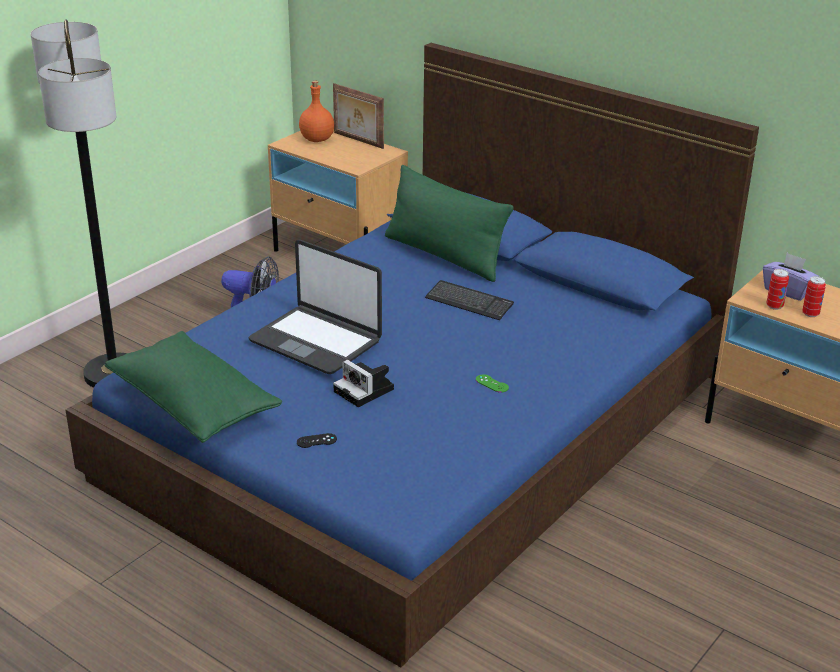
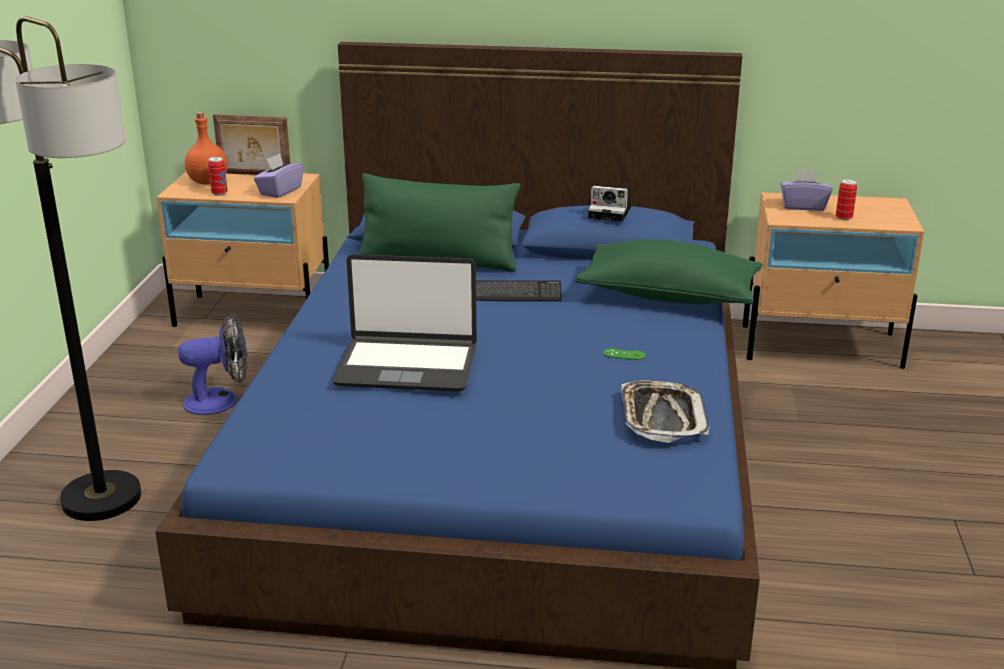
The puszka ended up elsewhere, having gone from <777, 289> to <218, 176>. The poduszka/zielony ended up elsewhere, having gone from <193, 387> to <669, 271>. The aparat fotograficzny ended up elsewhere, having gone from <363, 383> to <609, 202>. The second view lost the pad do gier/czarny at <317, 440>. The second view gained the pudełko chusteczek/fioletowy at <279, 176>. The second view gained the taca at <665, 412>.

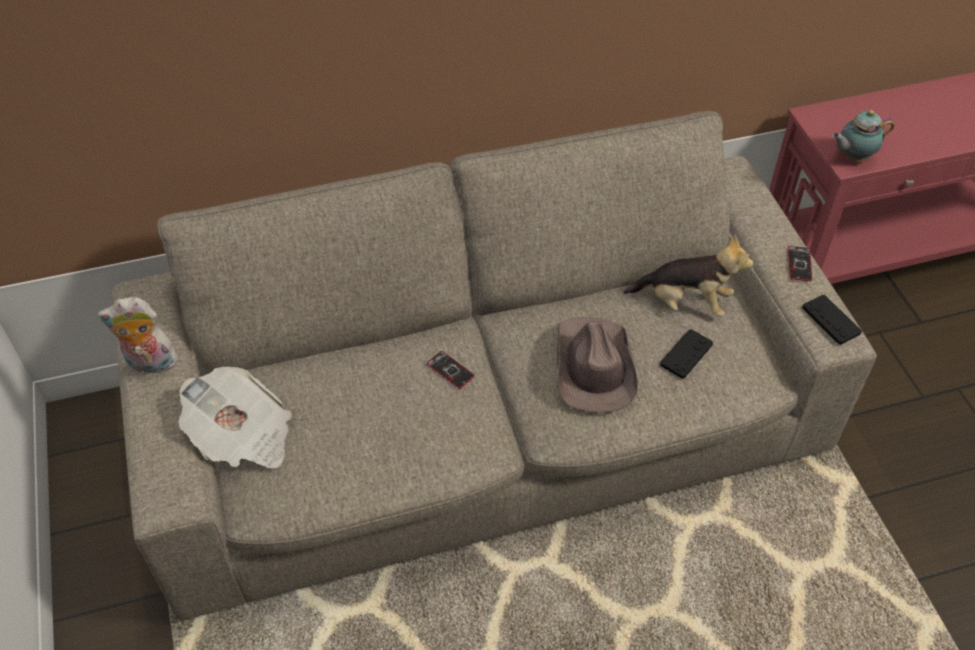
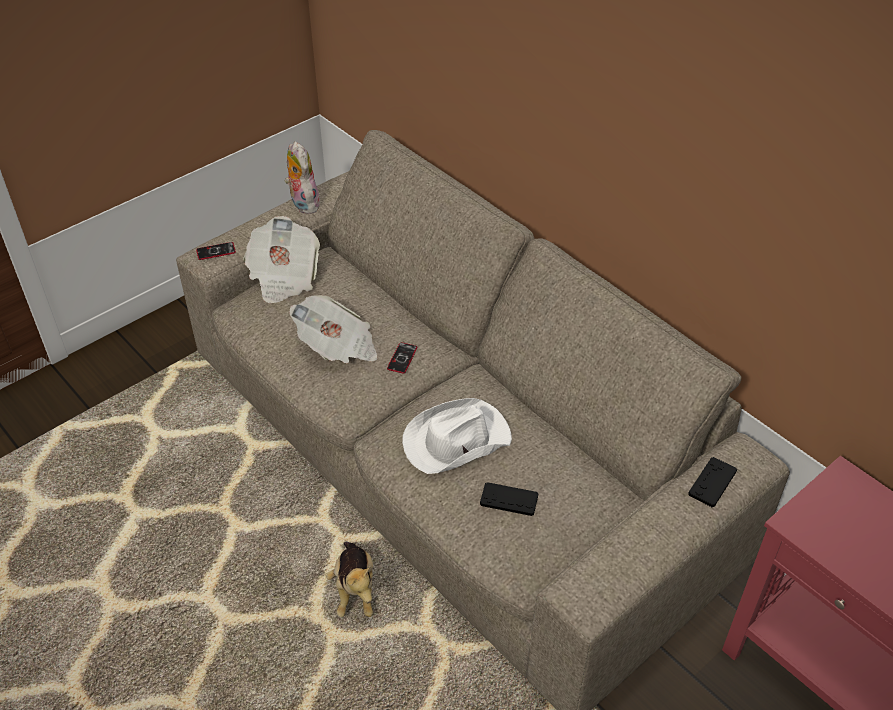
The second view lost the imbryk at <863, 136>. The pluszak ended up elsewhere, having gone from <688, 275> to <349, 579>. The telefon ended up elsewhere, having gone from <800, 263> to <216, 251>. The pad do gier/czarny ended up elsewhere, having gone from <832, 320> to <712, 482>. What was the kapelusz/brązowy at <597, 365> turned into the kapelusz/biały at <457, 436>. The second view gained the gazeta at <333, 329>.

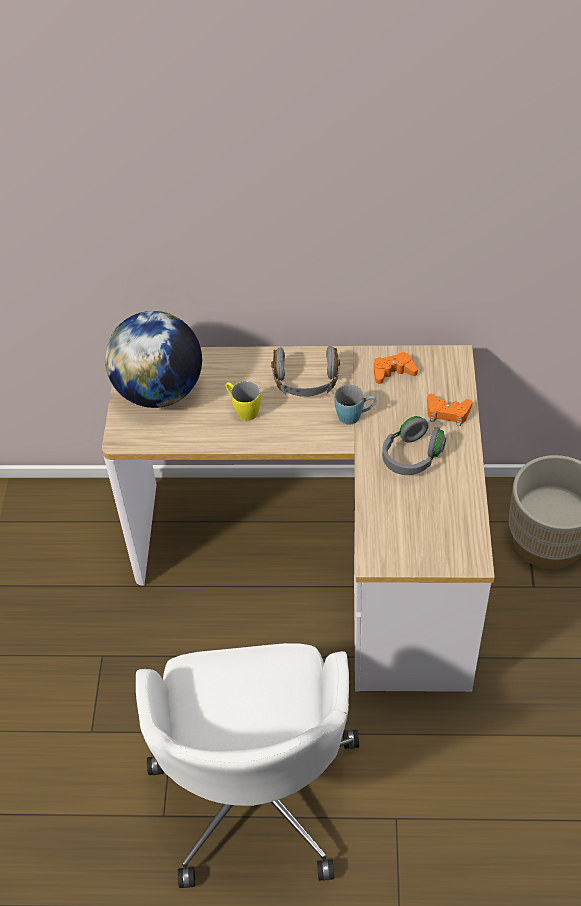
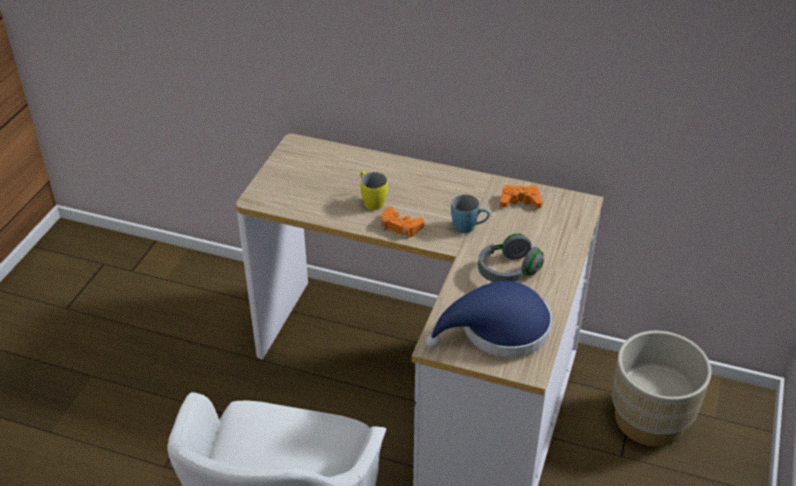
The second view lost the globus at <153, 359>. The second view lost the słuchawki/szary at <305, 371>. The pad do gier/pomarańczowy ended up elsewhere, having gone from <449, 410> to <402, 223>. The second view gained the kapelusz/niebieski at <488, 319>.

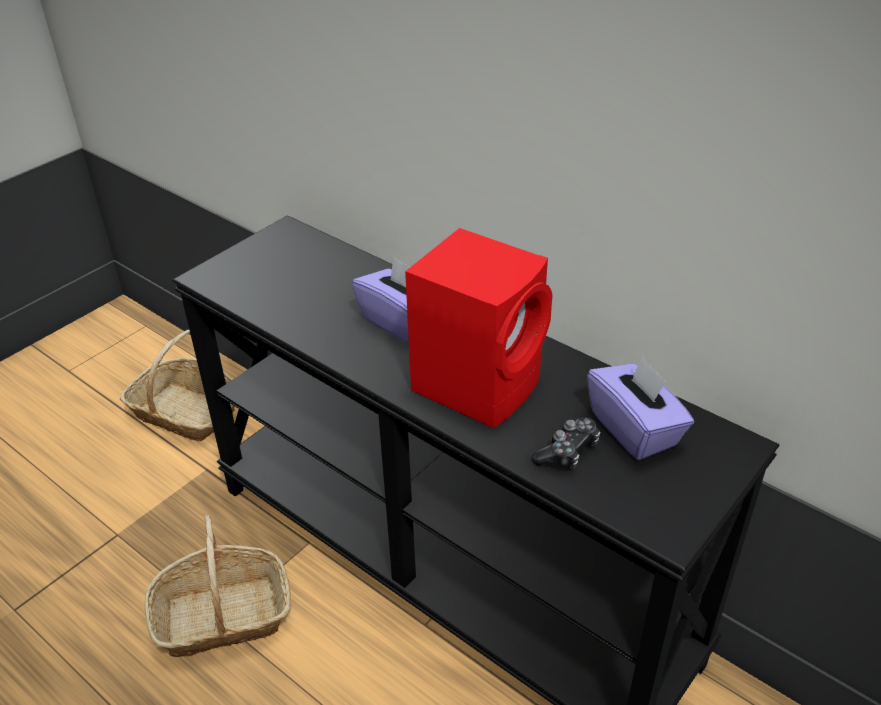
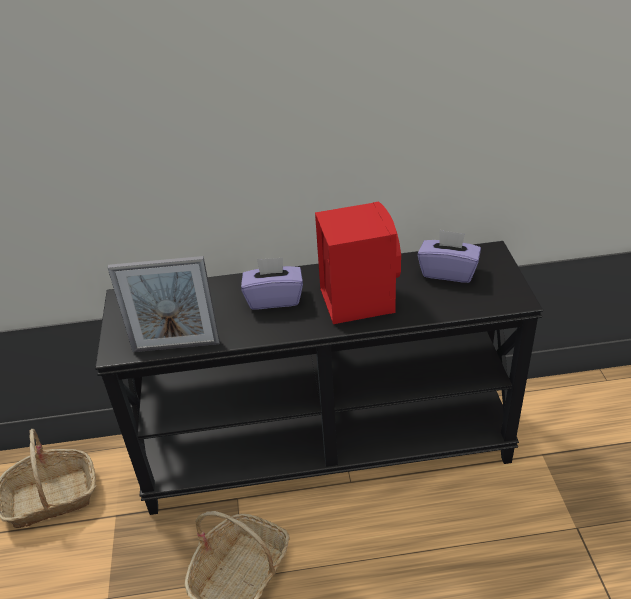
The second view lost the pad do gier at <566, 443>. The second view gained the ramka na zdjęcie at <164, 304>.

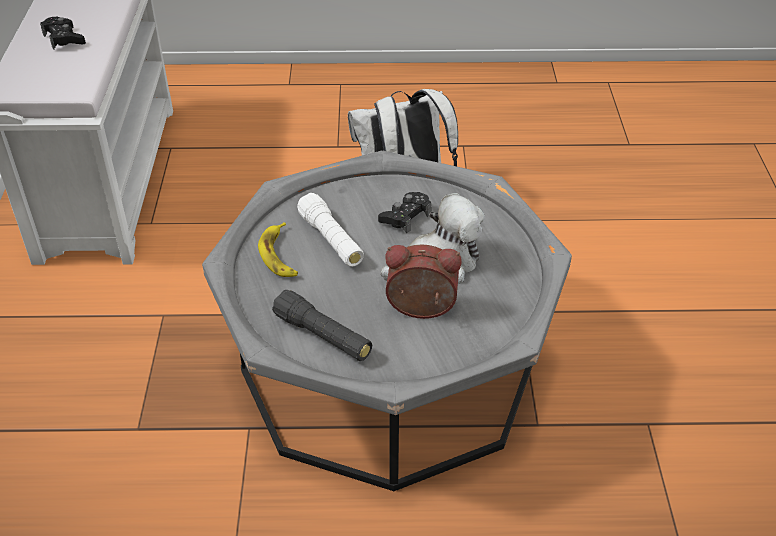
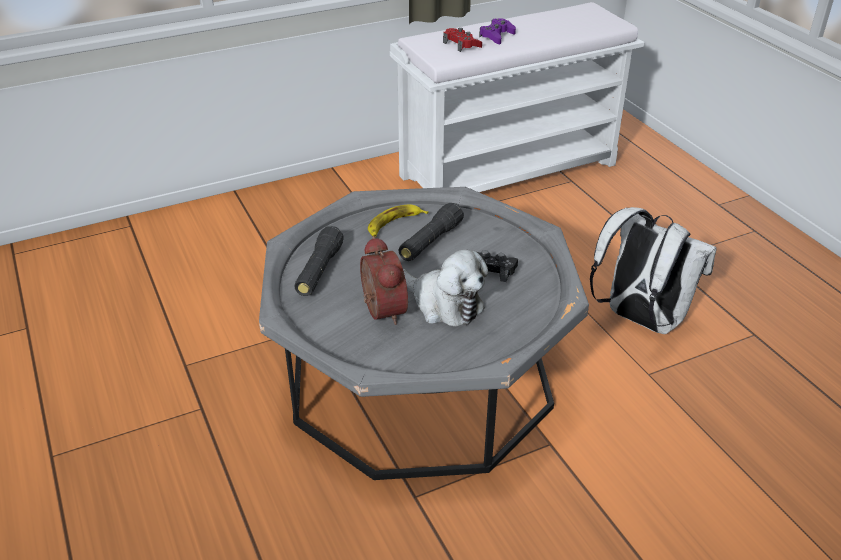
What was the pad do gier/czarny at <63, 33> turned into the pad do gier/fioletowy at <497, 31>. What was the latarka/biały at <330, 230> turned into the latarka/czarny at <431, 232>. The second view gained the pad do gier/czerwony at <462, 40>.

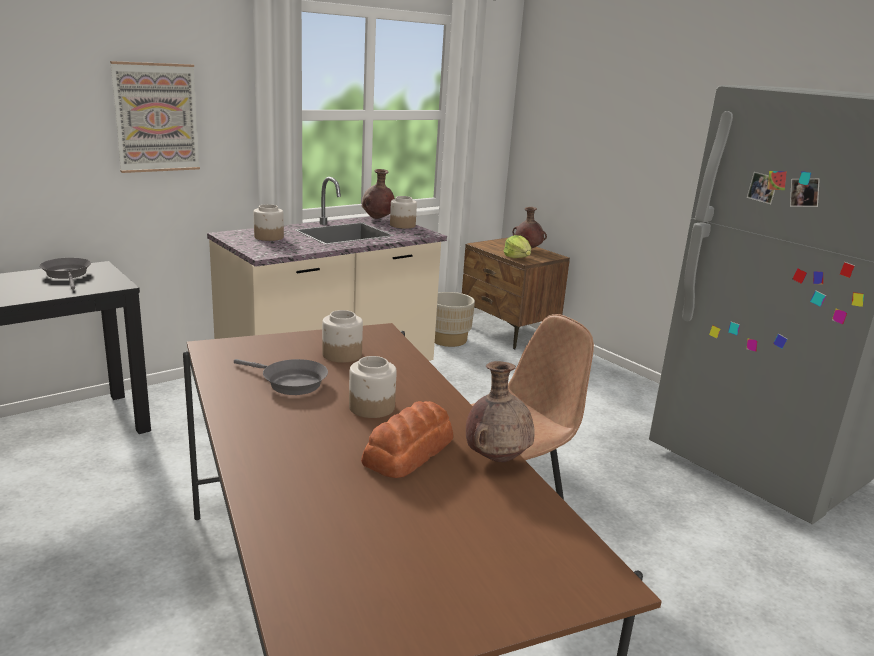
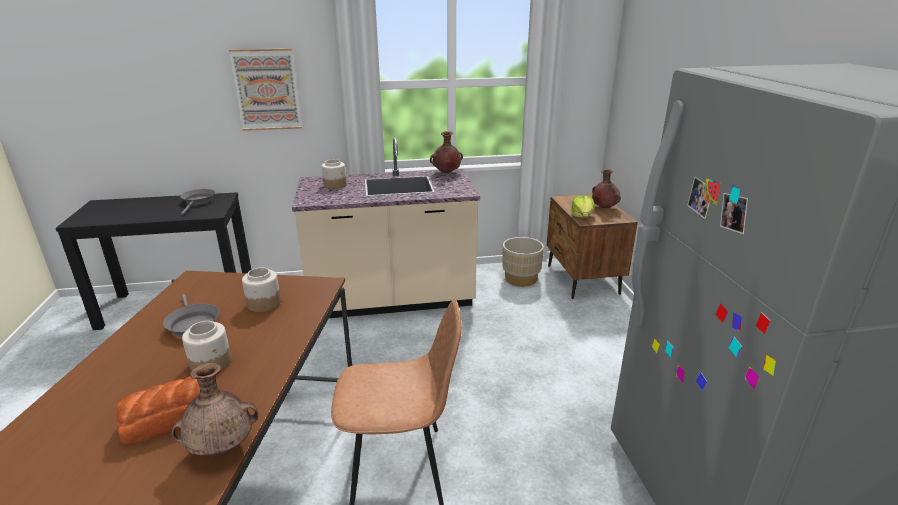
The second view lost the słoik at <403, 212>.

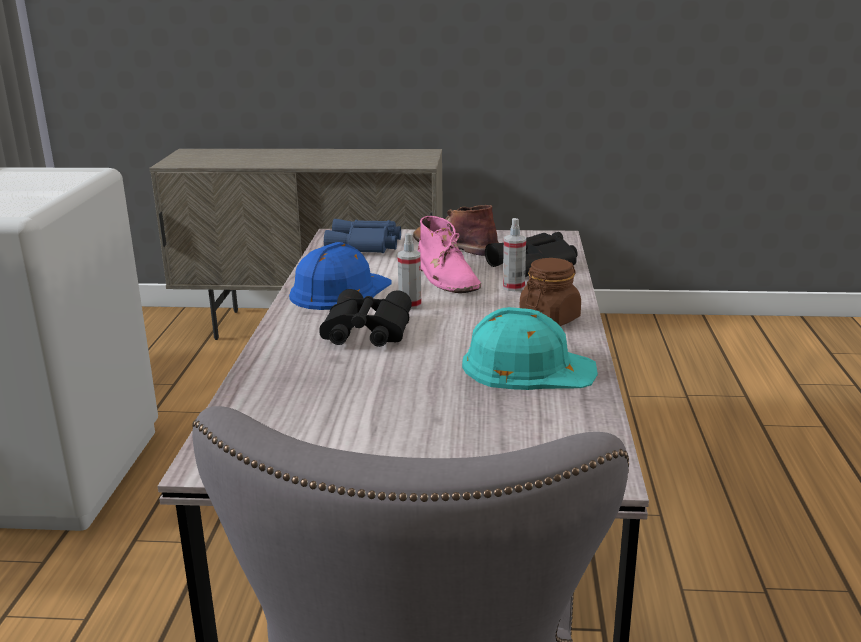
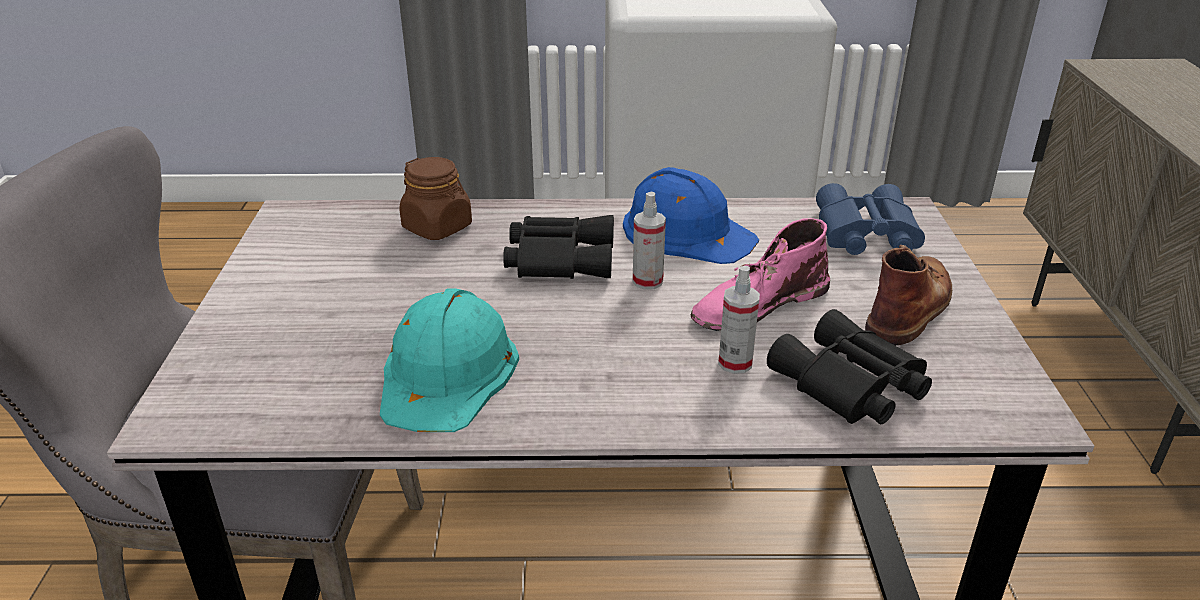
The słoik/brązowy ended up elsewhere, having gone from <550, 292> to <435, 198>.

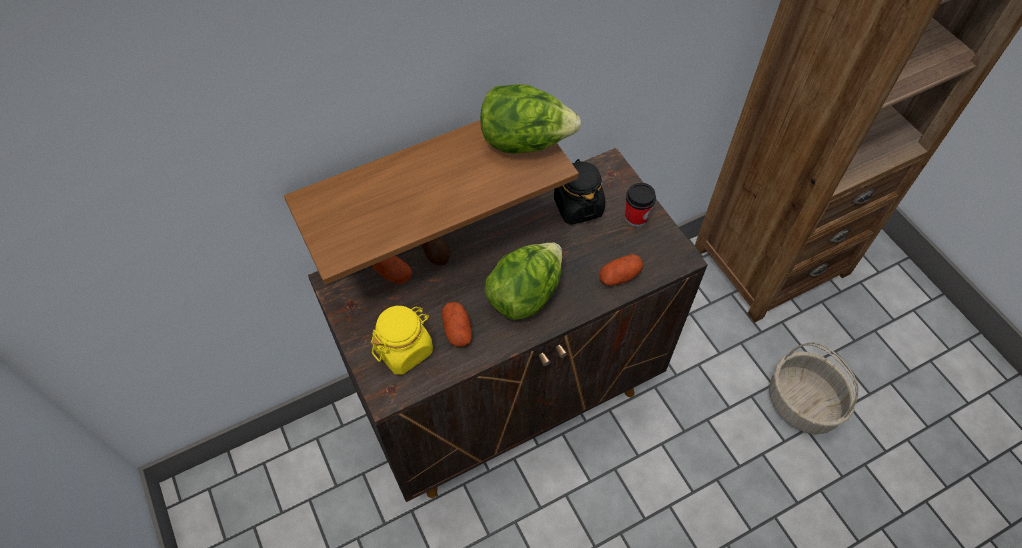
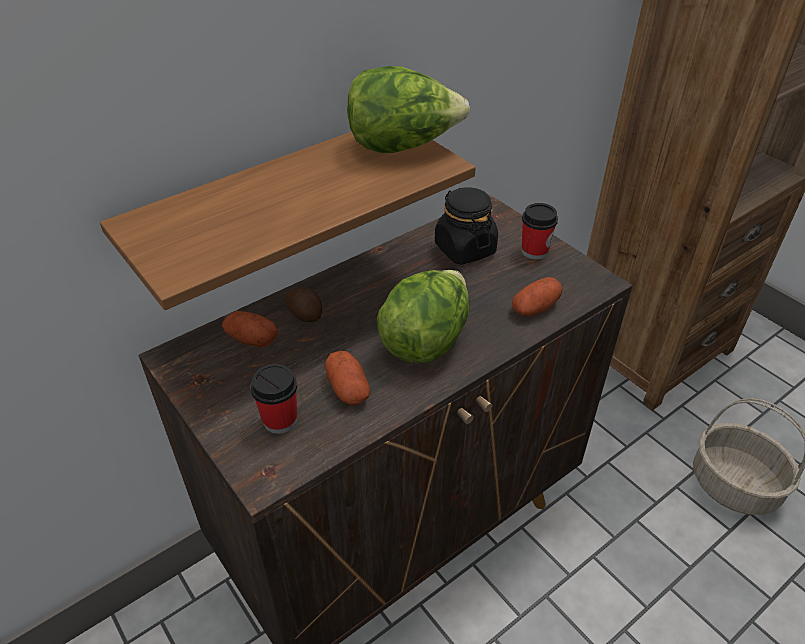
Where the słoik/żółty stood at <402, 340>, the filiżanka came to stand at <273, 399>.

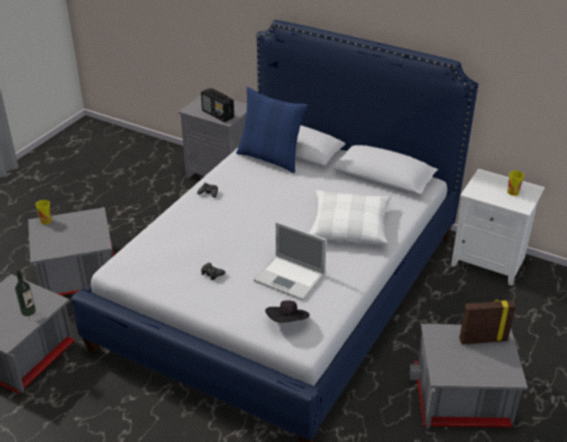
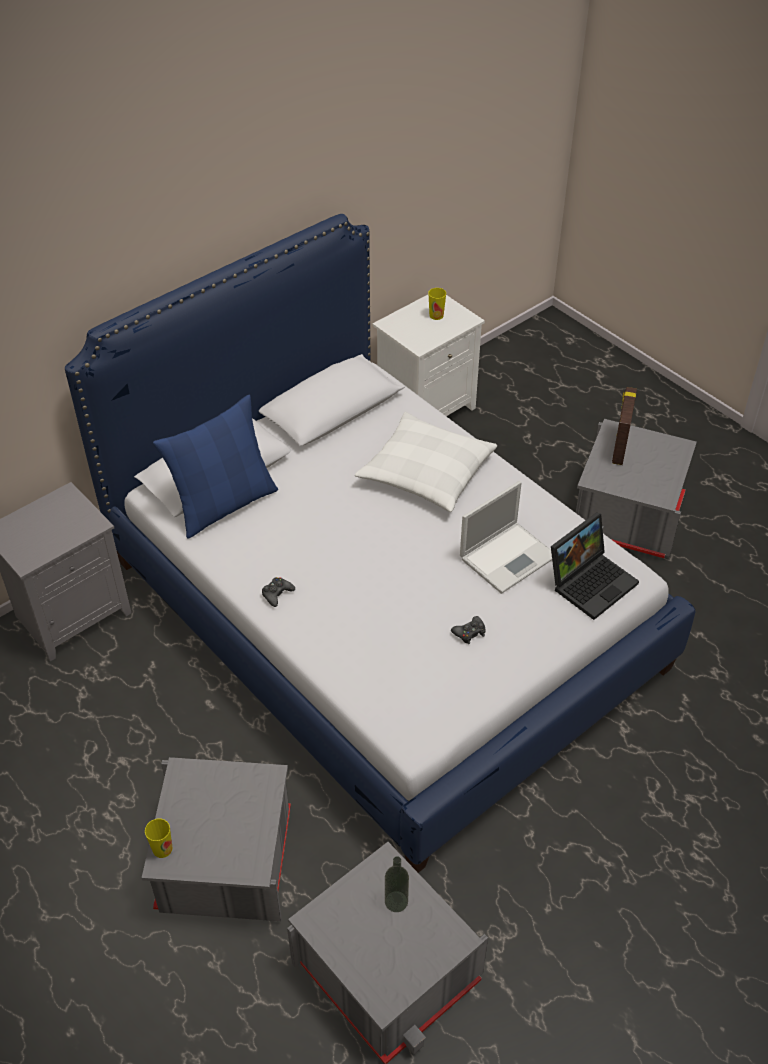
The second view lost the radio at <217, 105>. Where the kapelusz/czarny stood at <287, 311>, the laptop came to stand at <595, 566>.

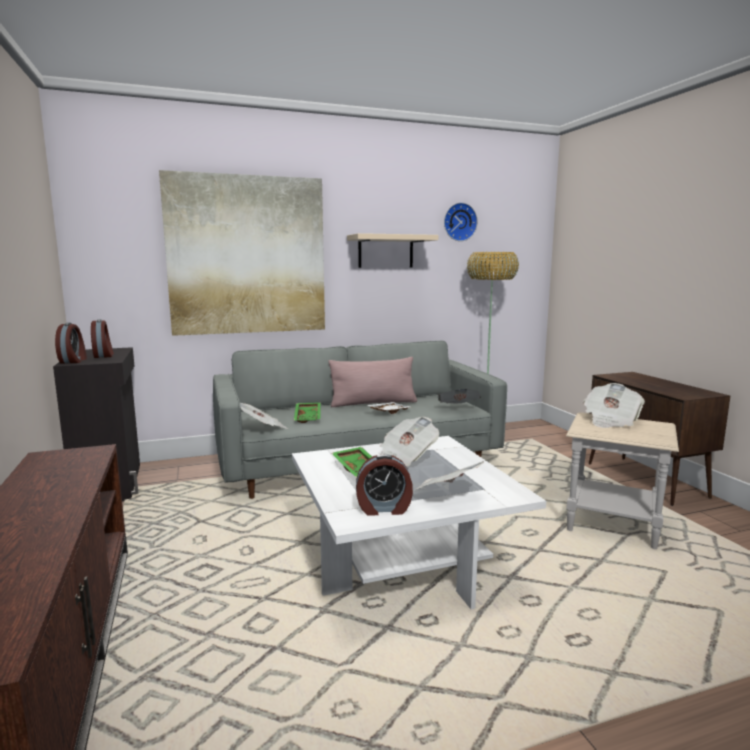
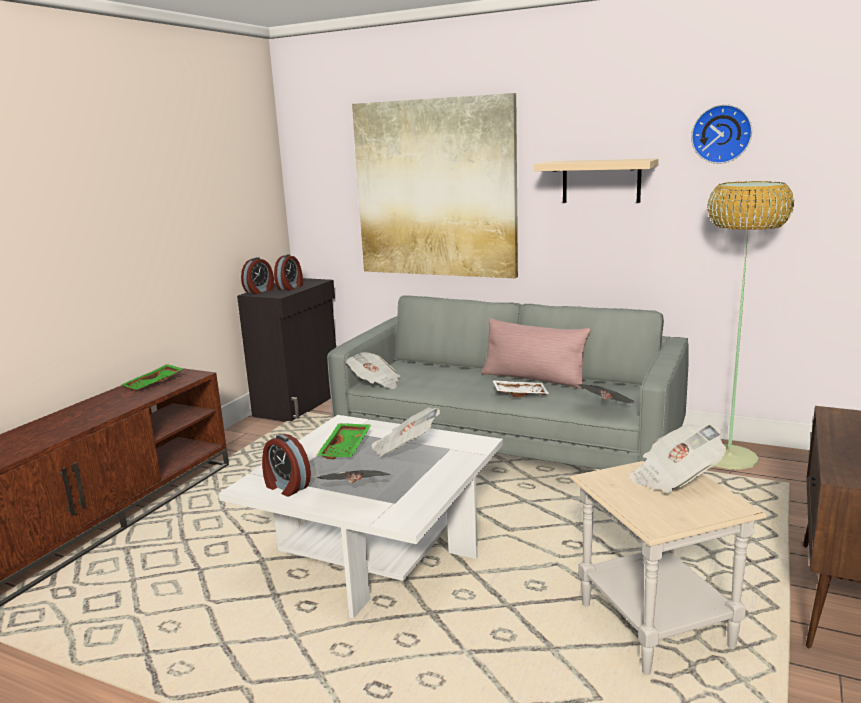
The taca/zielony ended up elsewhere, having gone from <307, 412> to <152, 377>.

